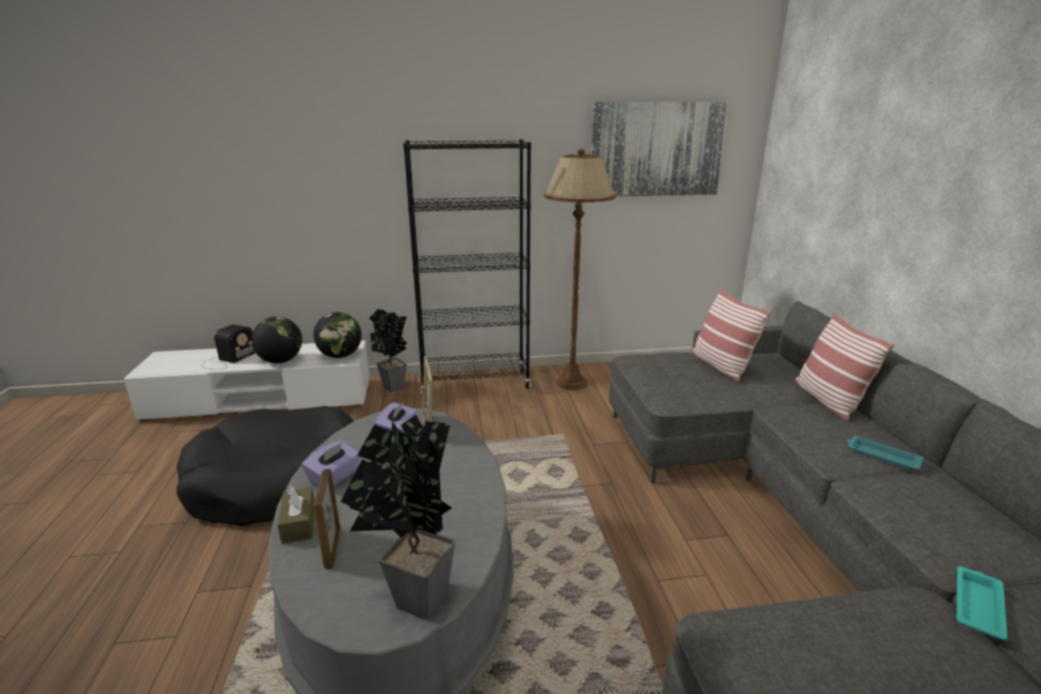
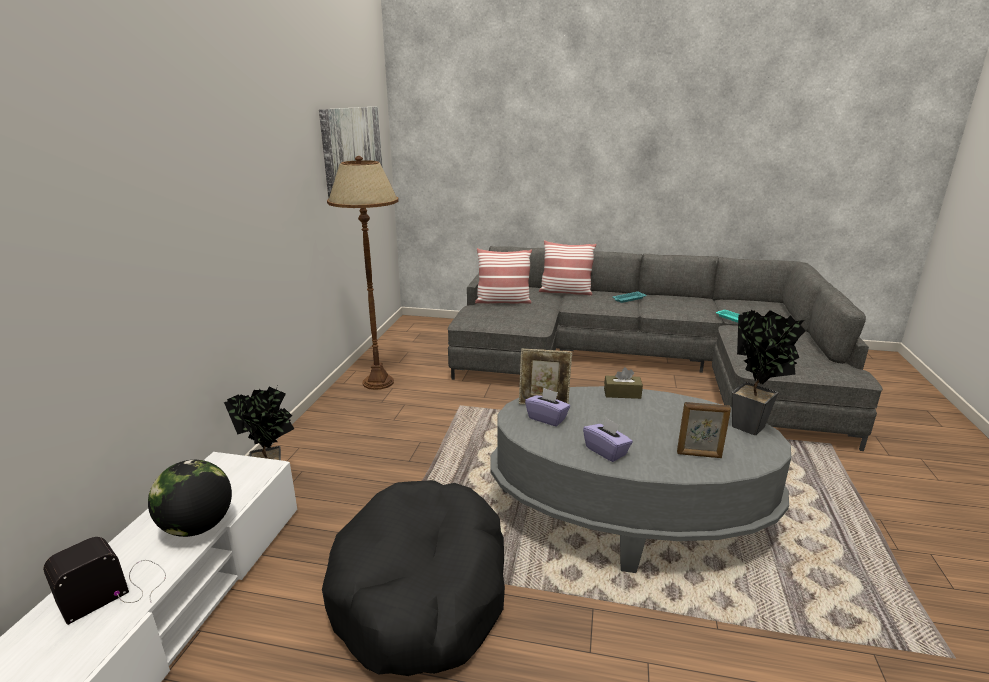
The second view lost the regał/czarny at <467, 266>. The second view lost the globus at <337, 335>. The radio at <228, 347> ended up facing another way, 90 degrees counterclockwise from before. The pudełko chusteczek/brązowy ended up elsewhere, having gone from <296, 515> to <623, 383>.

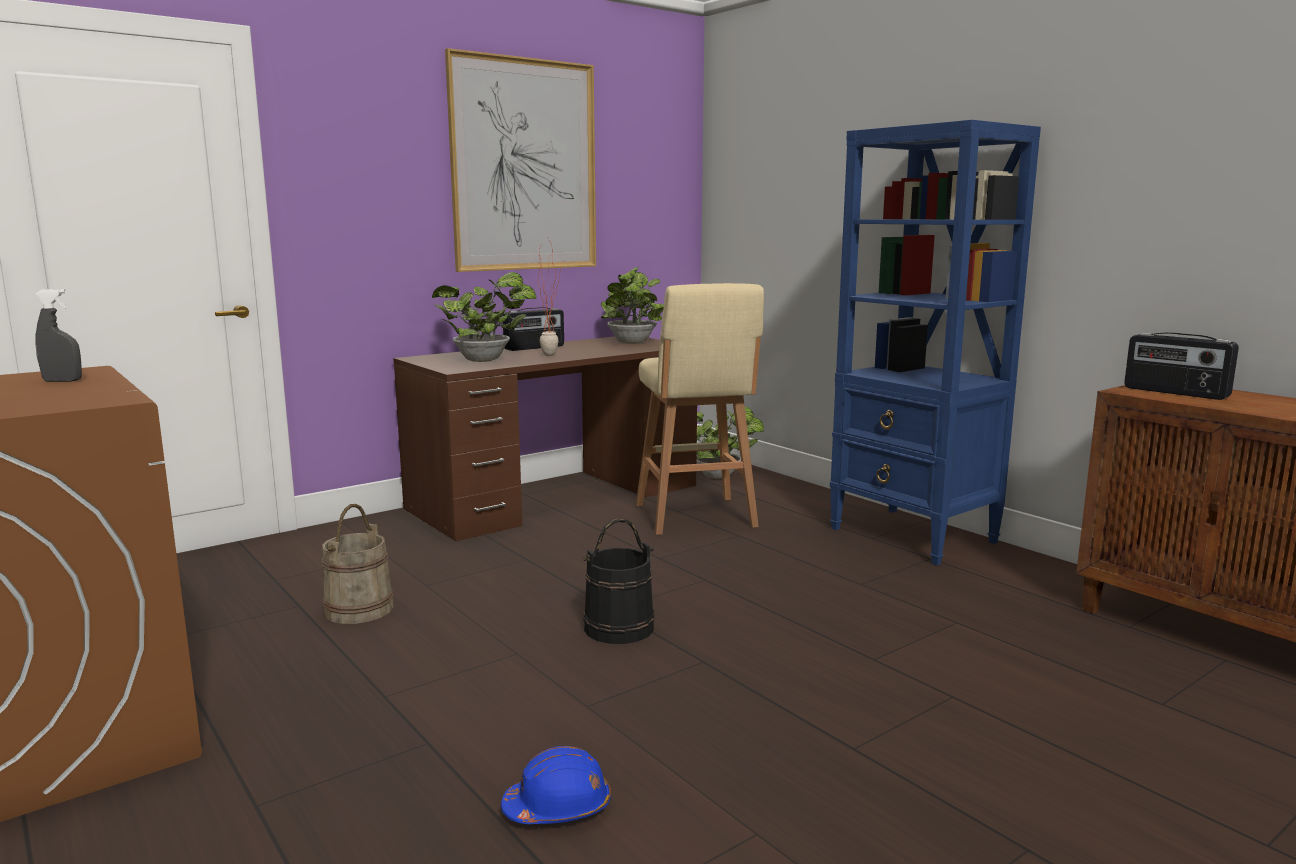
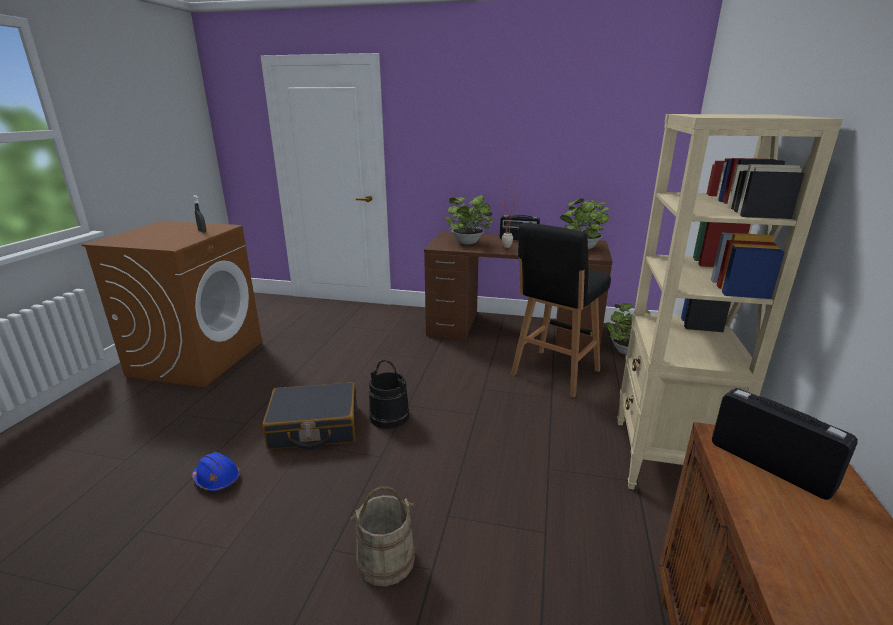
The second view lost the obraz at <520, 160>. What was the regał/niebieski at <935, 342> turned into the regał/beżowy at <730, 302>. What was the stołek/beżowy at <700, 409> turned into the stołek/czarny at <561, 310>. The radio at <1181, 366> ended up facing another way, 135 degrees clockwise from before. The wiadro/beżowy ended up elsewhere, having gone from <358, 564> to <383, 536>. The second view gained the walizka/czarny at <309, 415>.

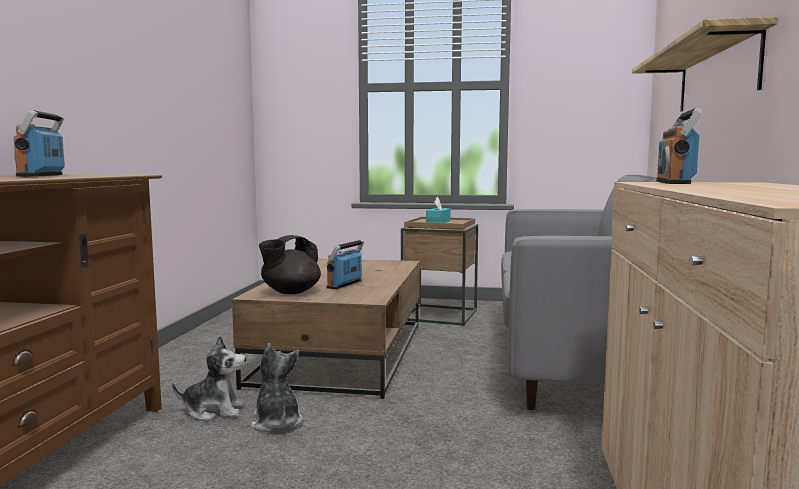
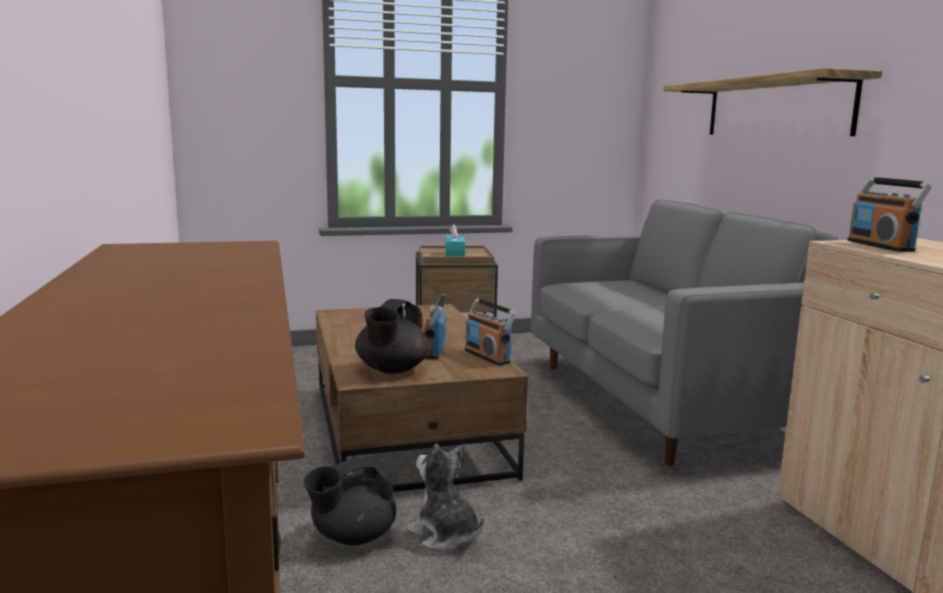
The radio ended up elsewhere, having gone from <39, 143> to <491, 331>. Where the pluszak stood at <209, 378>, the imbryk/czarny came to stand at <350, 500>.

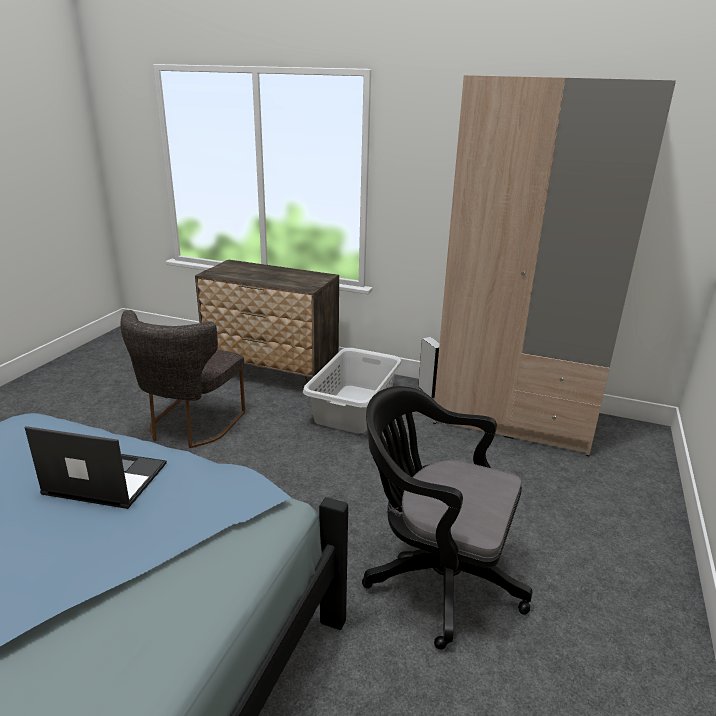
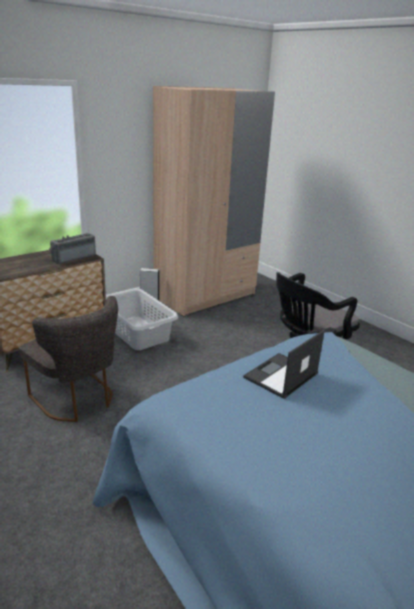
The second view gained the radio at <72, 248>.

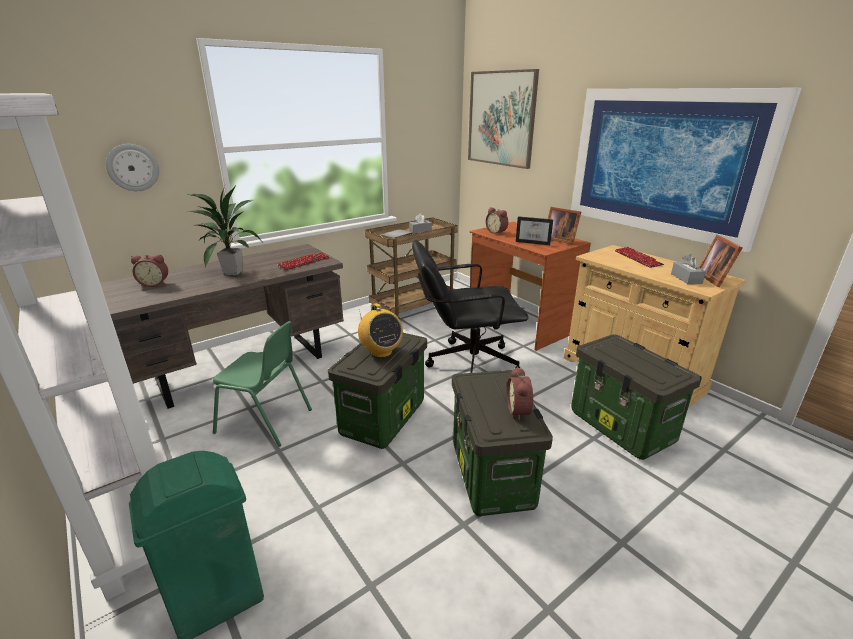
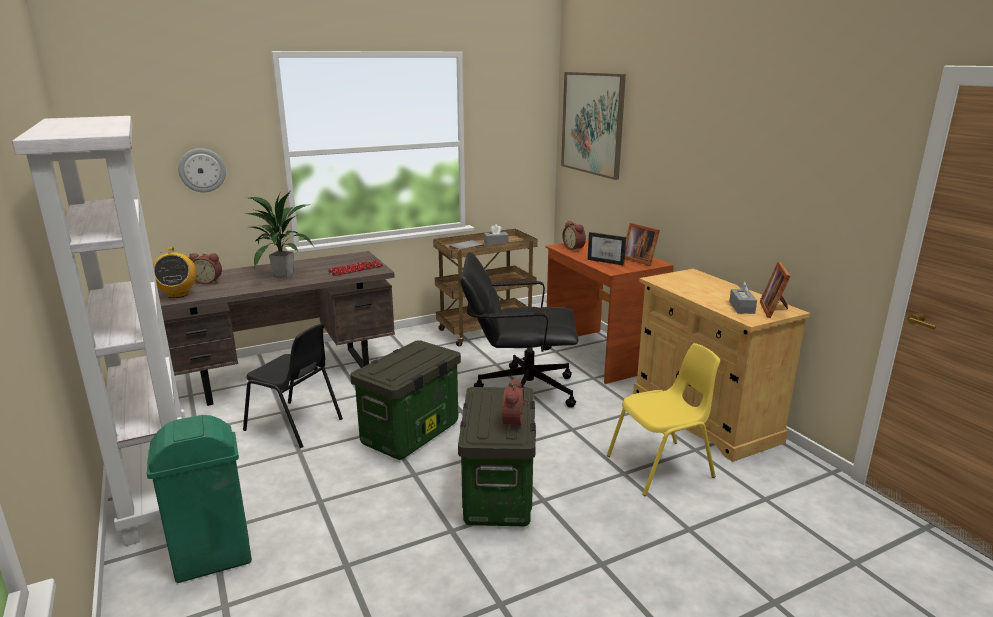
The second view lost the obraz at <686, 170>. The second view lost the klawiatura at <639, 257>. The radio ended up elsewhere, having gone from <380, 330> to <175, 272>. What was the krzesło/zielony at <262, 384> turned into the krzesło/czarny at <293, 386>. Where the pojemnik do przechowywania stood at <636, 397>, the krzesło/żółty came to stand at <663, 419>.

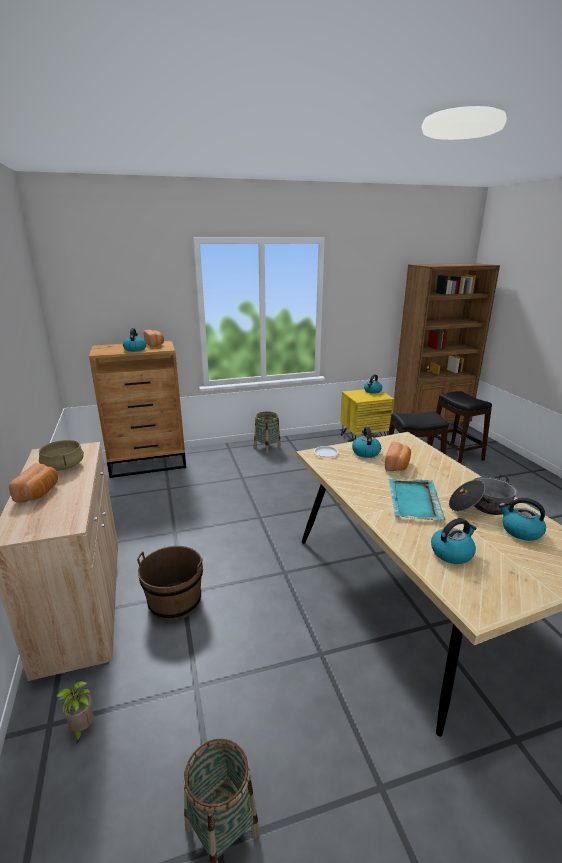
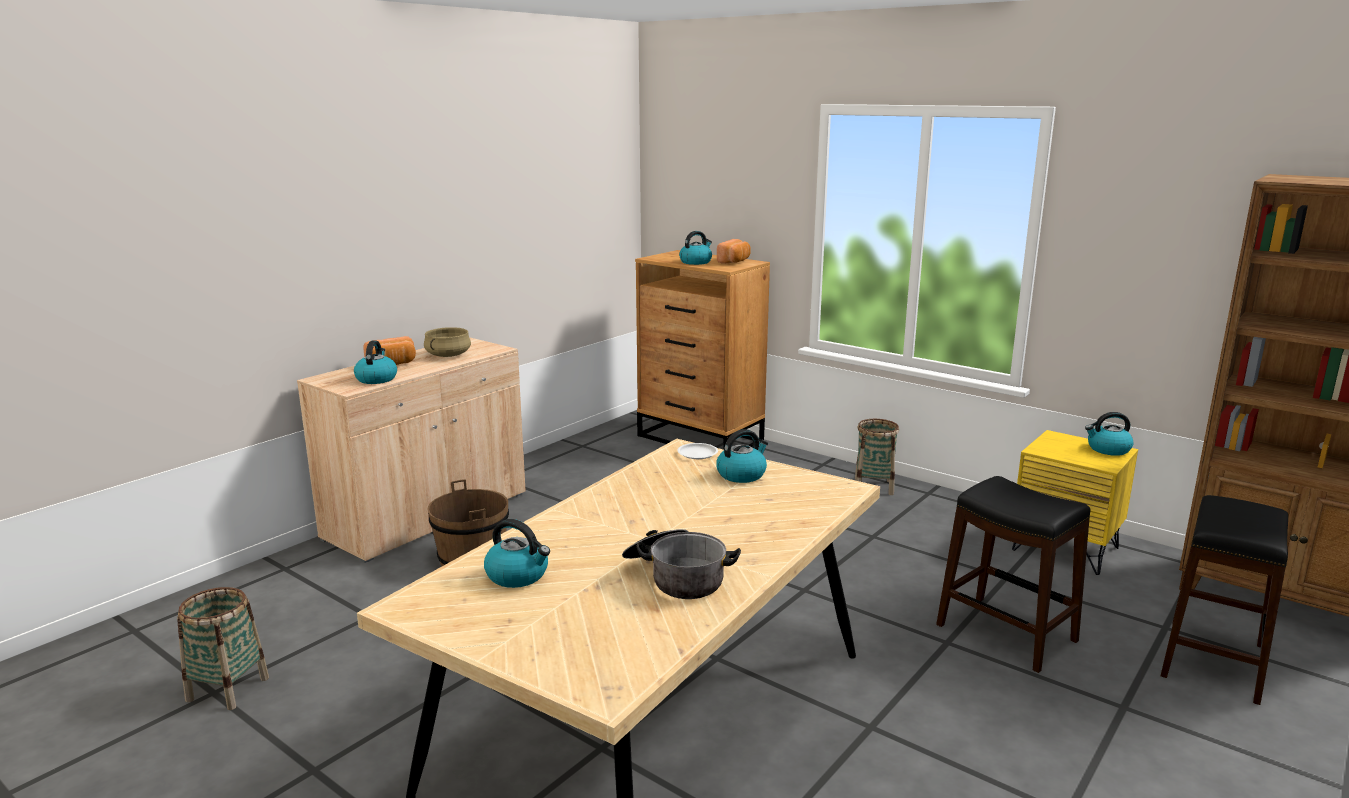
The second view lost the chleb at <398, 456>. The second view lost the taca/turkusowy at <416, 499>. The czajnik ended up elsewhere, having gone from <522, 519> to <375, 362>. The second view lost the roślina doniczkowa at <75, 713>.

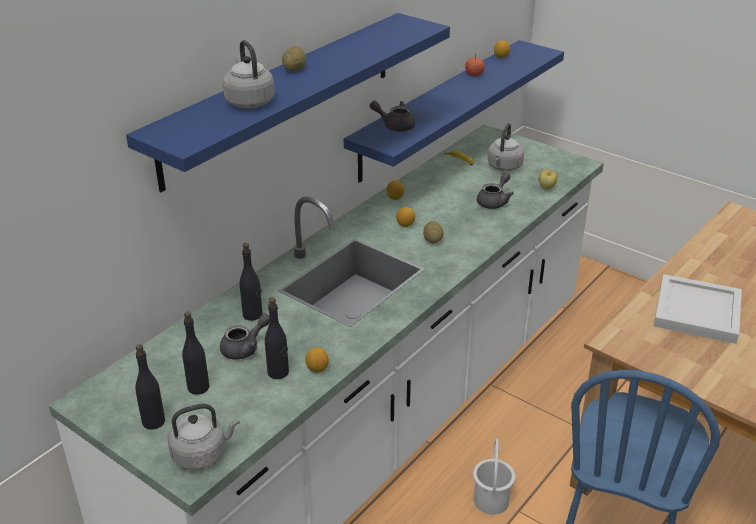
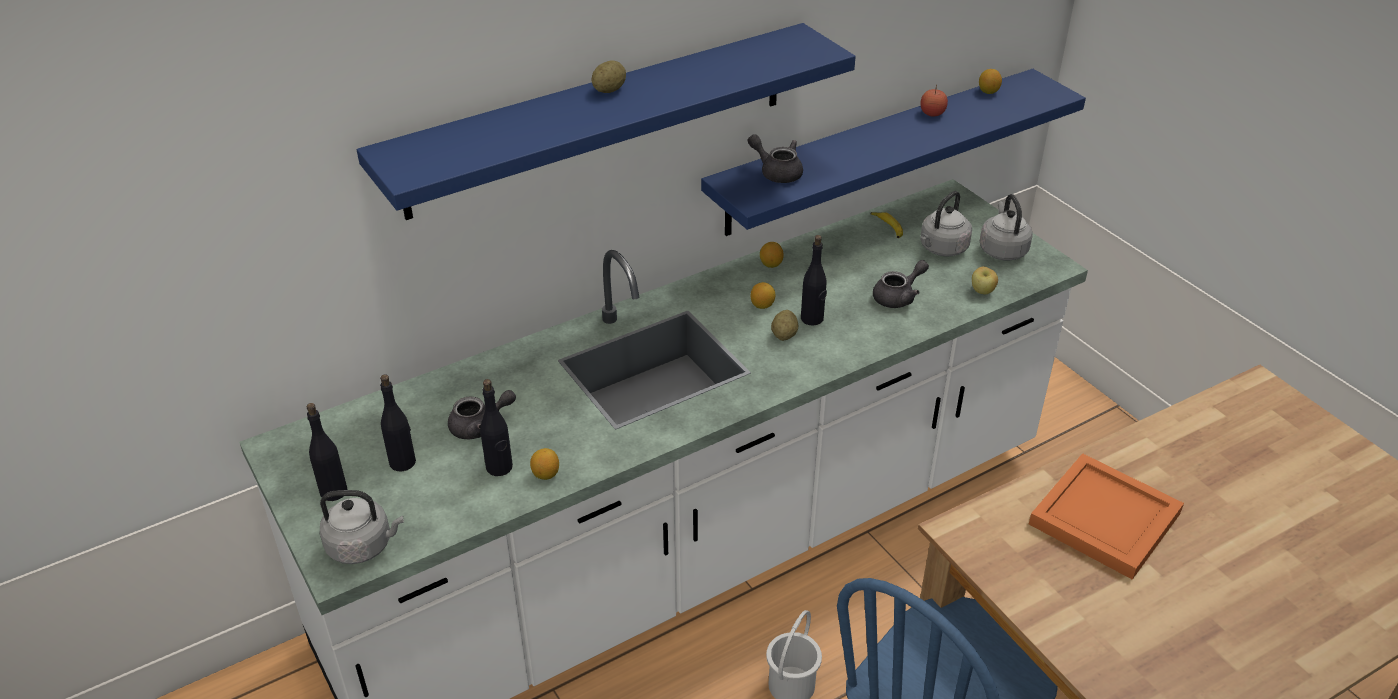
The czajnik/szary ended up elsewhere, having gone from <248, 74> to <1006, 227>. The butelka/czarny ended up elsewhere, having gone from <251, 282> to <814, 280>. What was the taca/biały at <698, 309> turned into the taca/pomarańczowy at <1106, 516>.

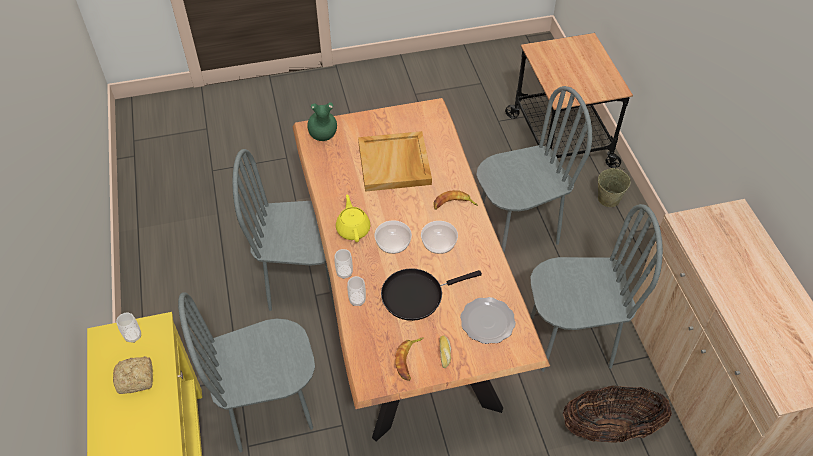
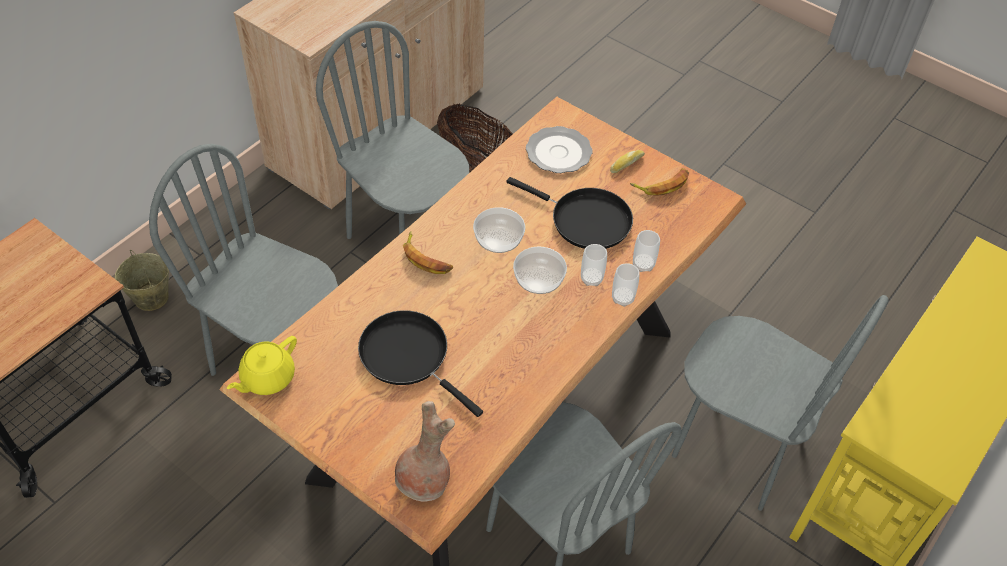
What was the wazon/zielony at <322, 121> turned into the wazon/brązowy at <425, 451>. Where the taca/beżowy stood at <395, 161>, the patelnia/czarny came to stand at <420, 363>. The imbryk/żółty ended up elsewhere, having gone from <353, 218> to <262, 365>. The filiżanka ended up elsewhere, having gone from <128, 328> to <594, 265>. The second view lost the chleb at <133, 375>.

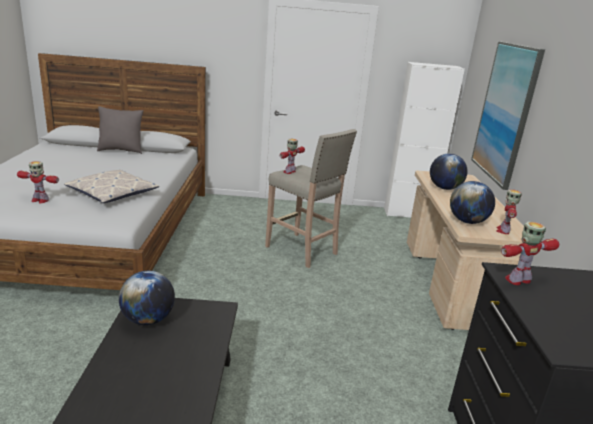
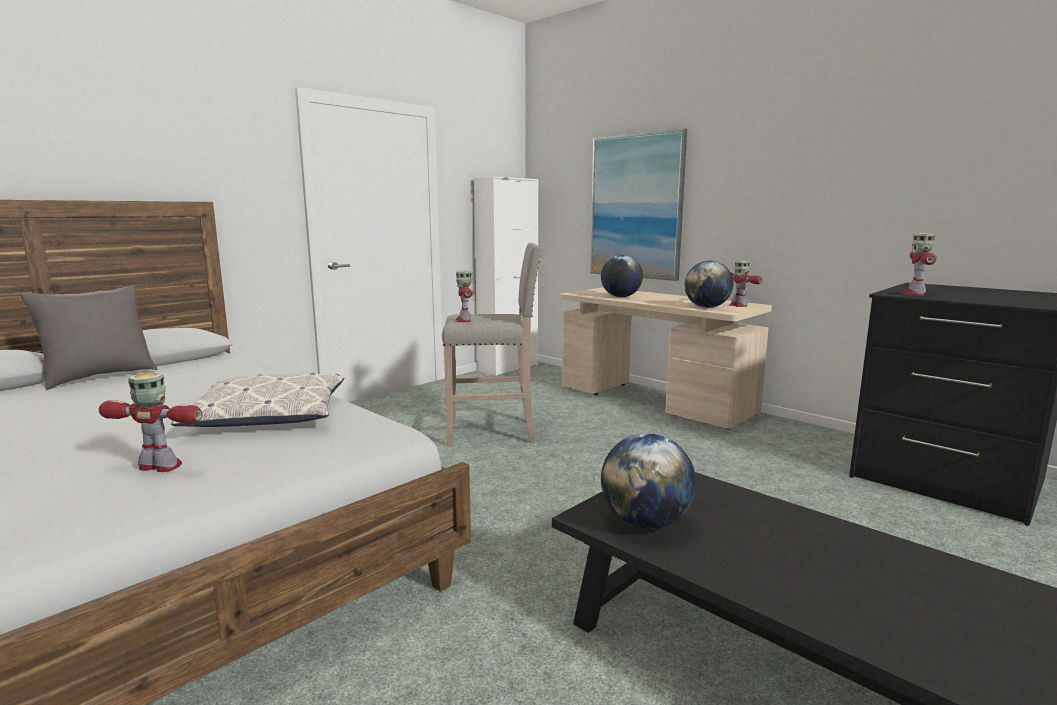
The robot zabawkowy at <38, 182> ended up facing another way, 135 degrees counterclockwise from before.

